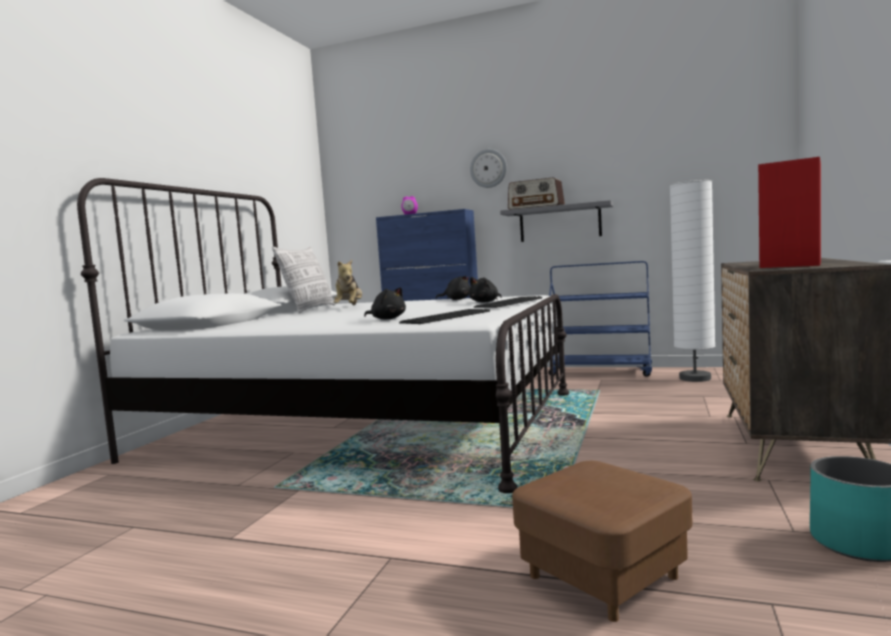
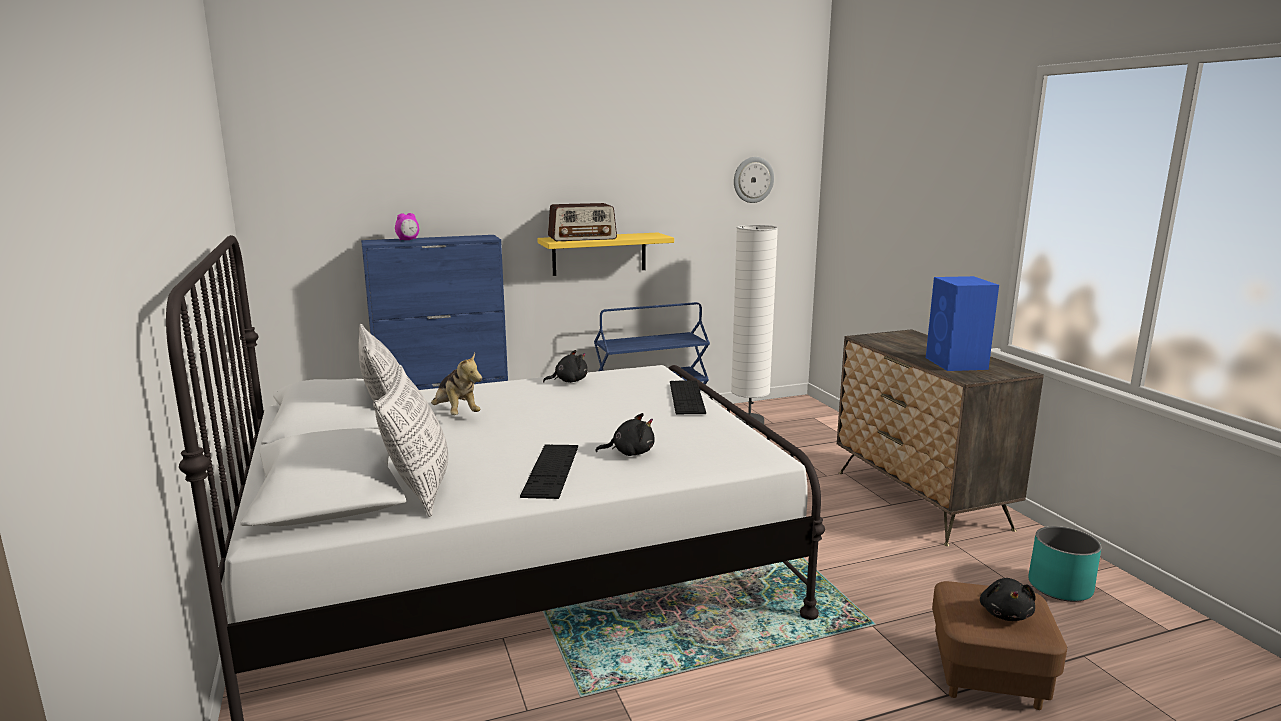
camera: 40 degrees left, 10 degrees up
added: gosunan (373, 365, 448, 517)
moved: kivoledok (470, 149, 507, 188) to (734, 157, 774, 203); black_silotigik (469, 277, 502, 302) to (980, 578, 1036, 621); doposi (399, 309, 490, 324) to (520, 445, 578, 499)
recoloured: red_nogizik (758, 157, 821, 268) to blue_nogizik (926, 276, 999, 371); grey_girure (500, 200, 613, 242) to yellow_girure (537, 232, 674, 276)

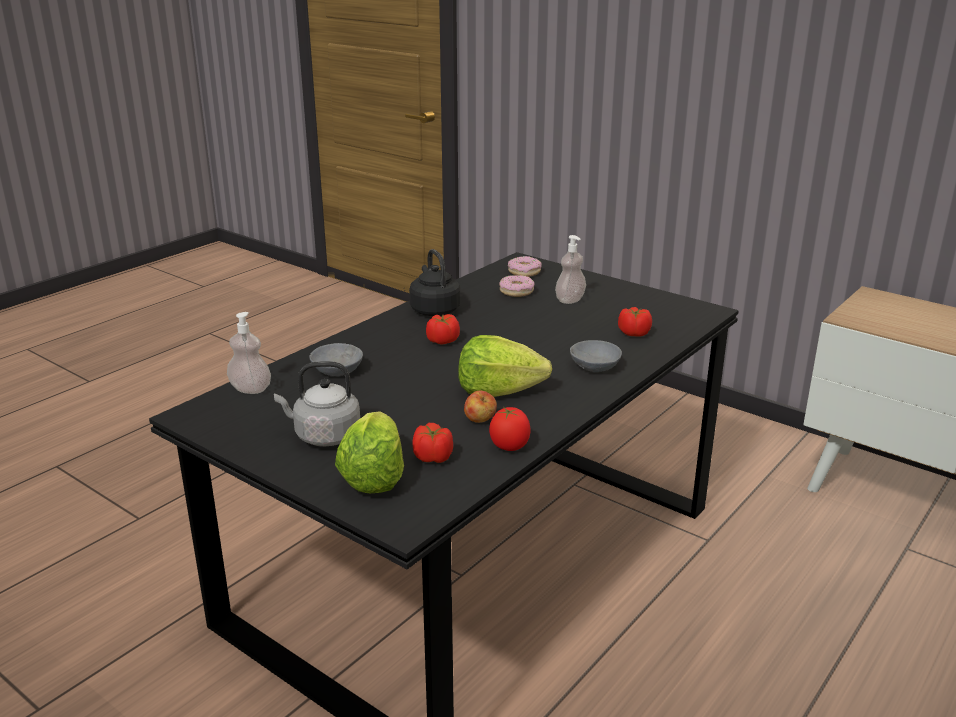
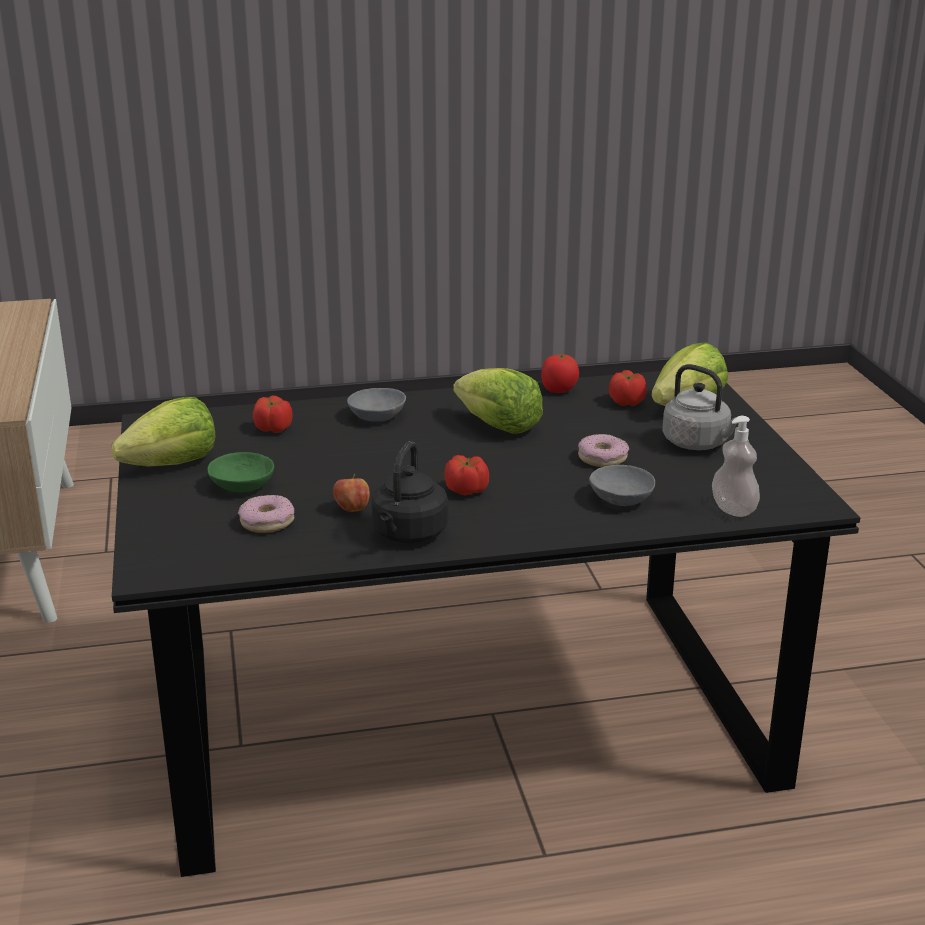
camera: 140 degrees left, 0 degrees up
added: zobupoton (112, 397, 215, 467)
moved: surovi (508, 256, 541, 277) to (578, 434, 629, 467); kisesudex (464, 391, 497, 423) to (333, 473, 370, 512)
replaced: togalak (555, 235, 586, 304) to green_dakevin (207, 452, 274, 492)

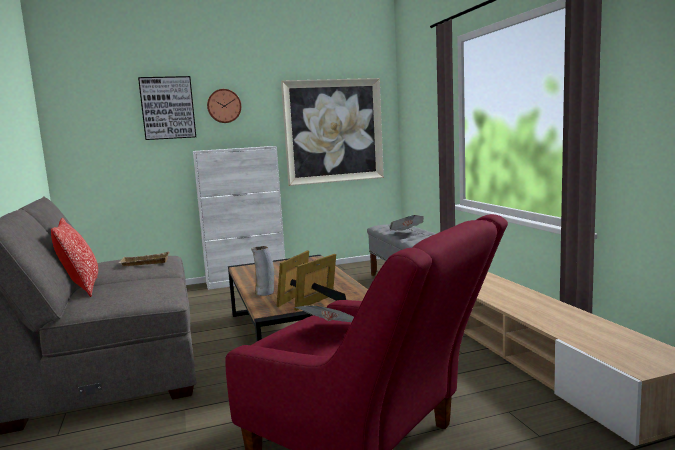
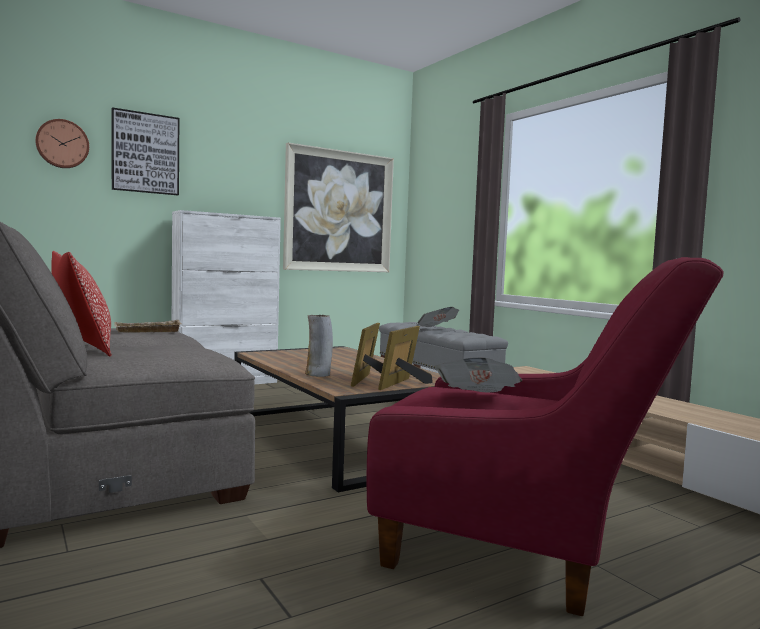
camera: 15 degrees left, 5 degrees down
moved: kivoledok (207, 89, 241, 123) to (35, 119, 89, 168)

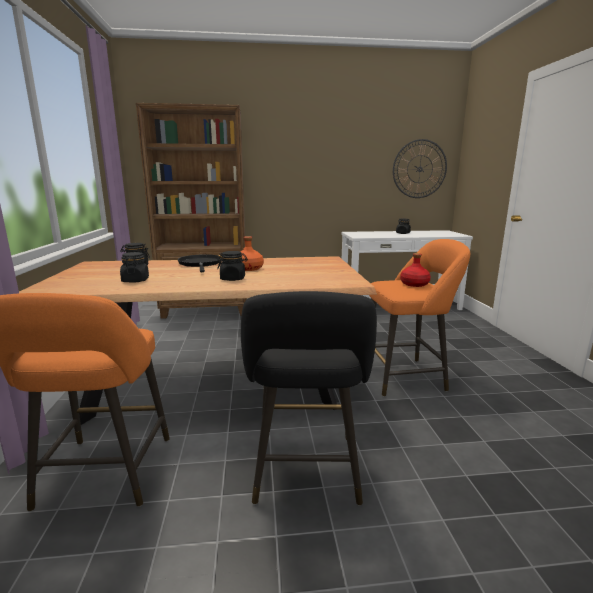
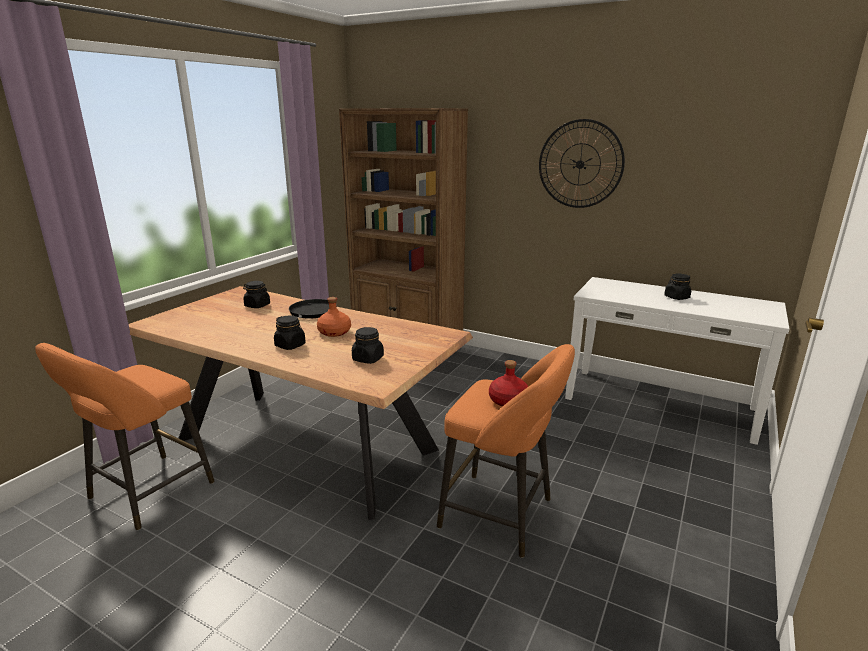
camera: 35 degrees right, 5 degrees up
removed: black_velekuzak (241, 291, 377, 506)
moved: kivoledok (393, 139, 447, 198) to (539, 119, 625, 208); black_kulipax (120, 252, 149, 283) to (352, 327, 384, 364)

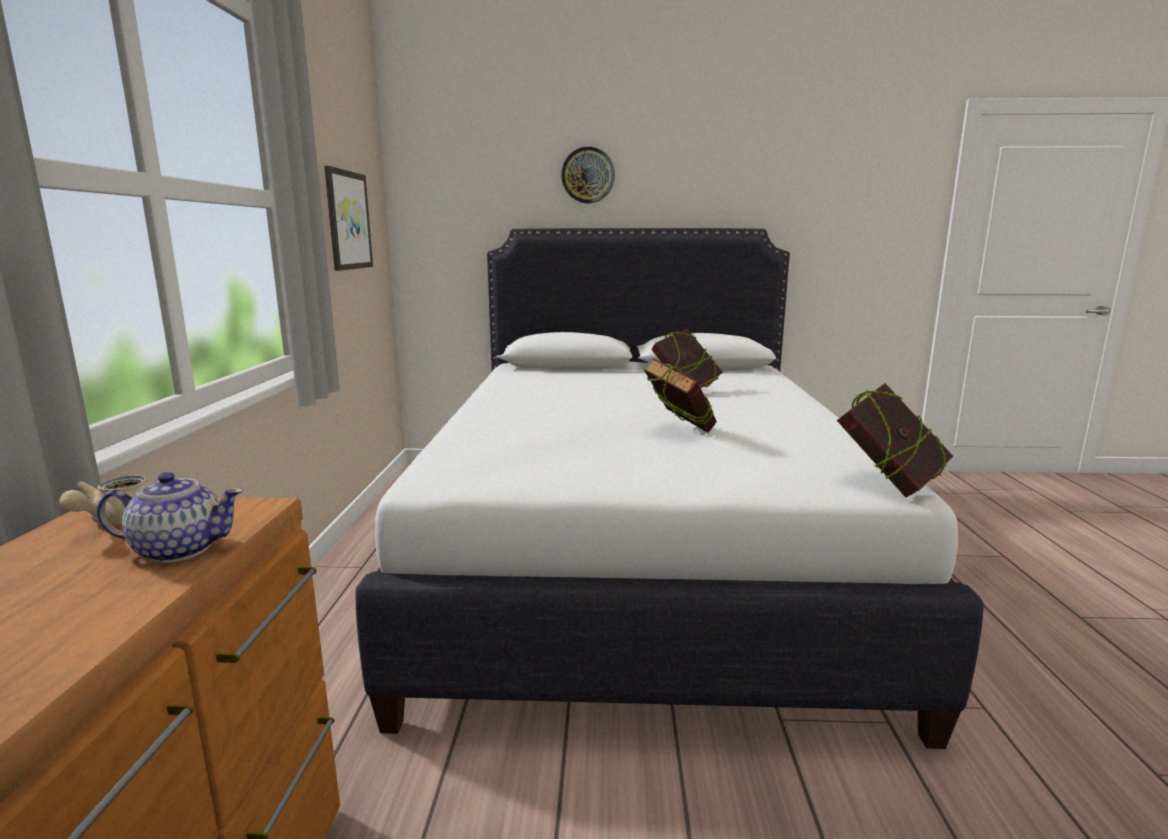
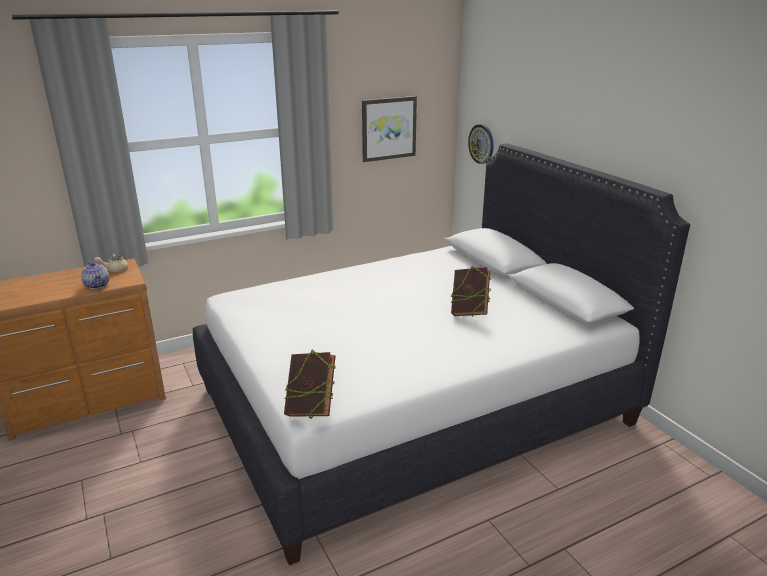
camera: 60 degrees right, 10 degrees up
removed: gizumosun (644, 358, 717, 433)
moved: kivoledok (561, 147, 615, 203) to (468, 124, 494, 164)

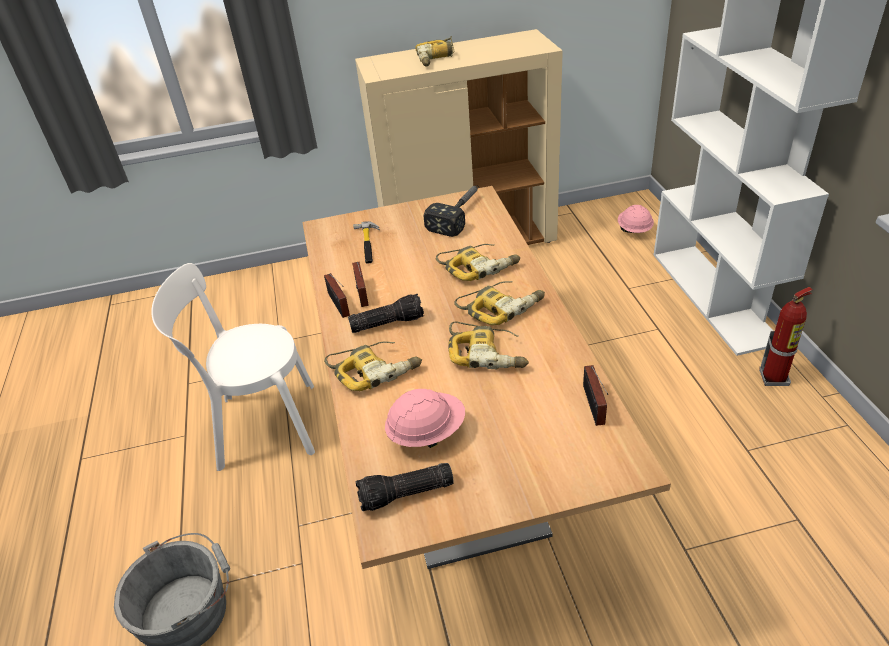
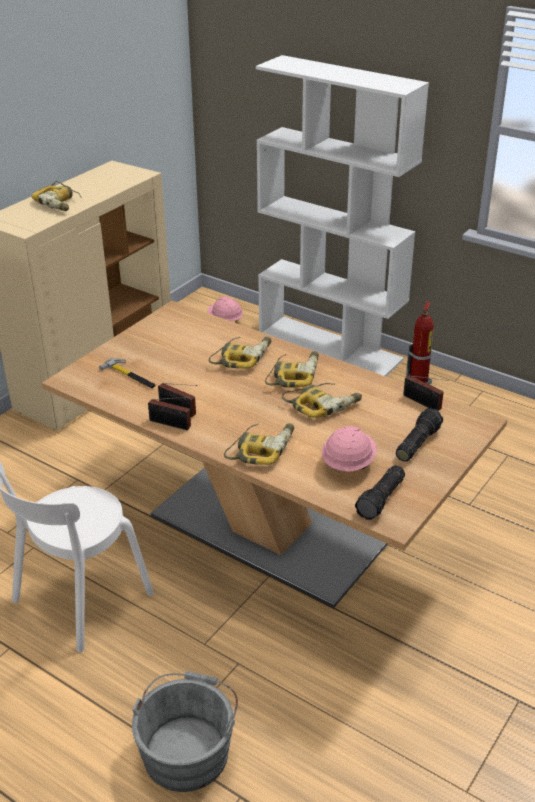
camera: 45 degrees left, 5 degrees down
removed: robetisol (423, 185, 479, 237)
moved: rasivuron (348, 294, 424, 333) to (396, 408, 443, 462)

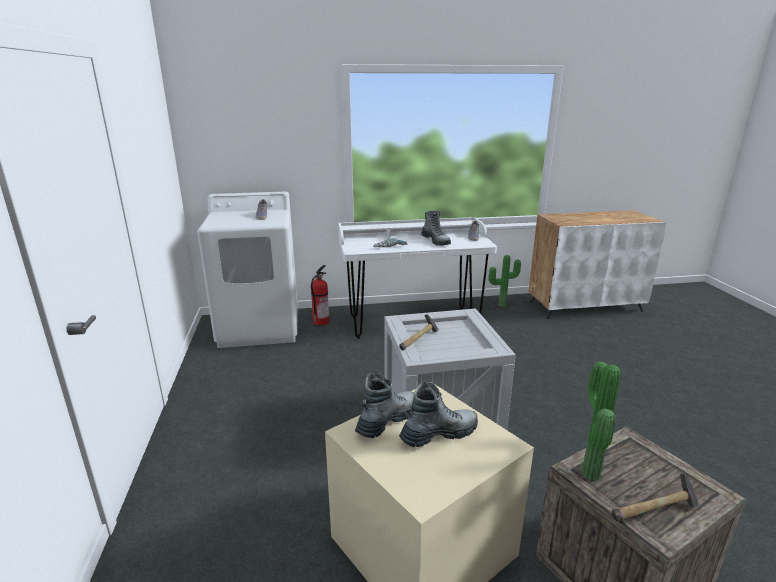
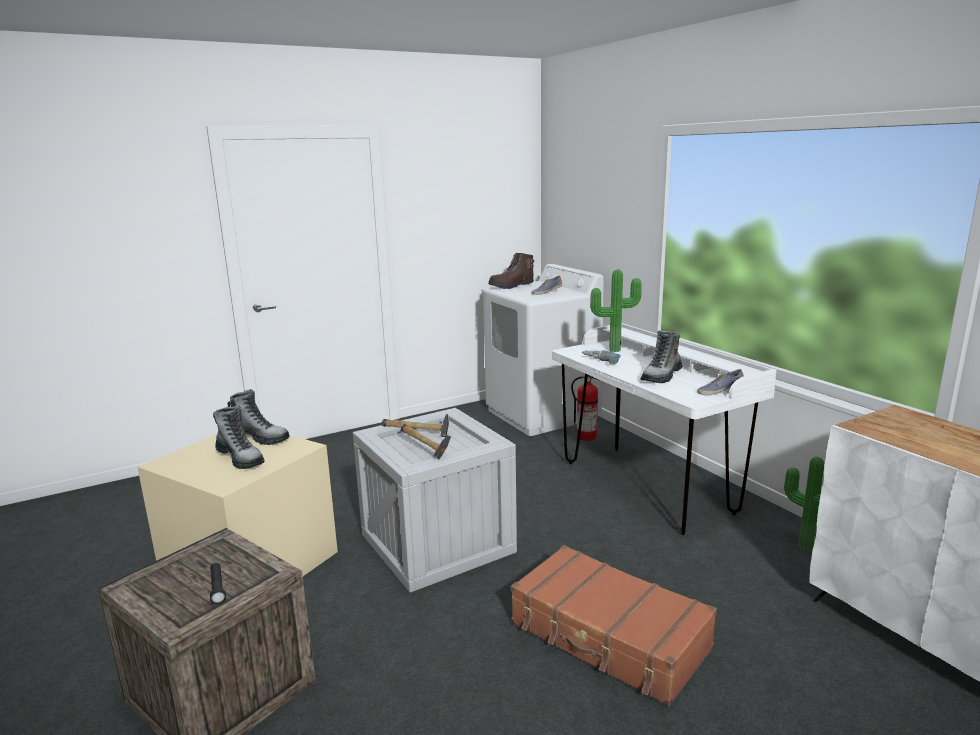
camera: 70 degrees right, 5 degrees down
added: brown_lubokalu (488, 253, 534, 289); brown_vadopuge (511, 545, 717, 706); black_rasivuron (210, 563, 226, 605)
moved: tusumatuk (582, 362, 621, 481) to (590, 269, 642, 352); robetisol (612, 473, 699, 521) to (401, 424, 451, 460)

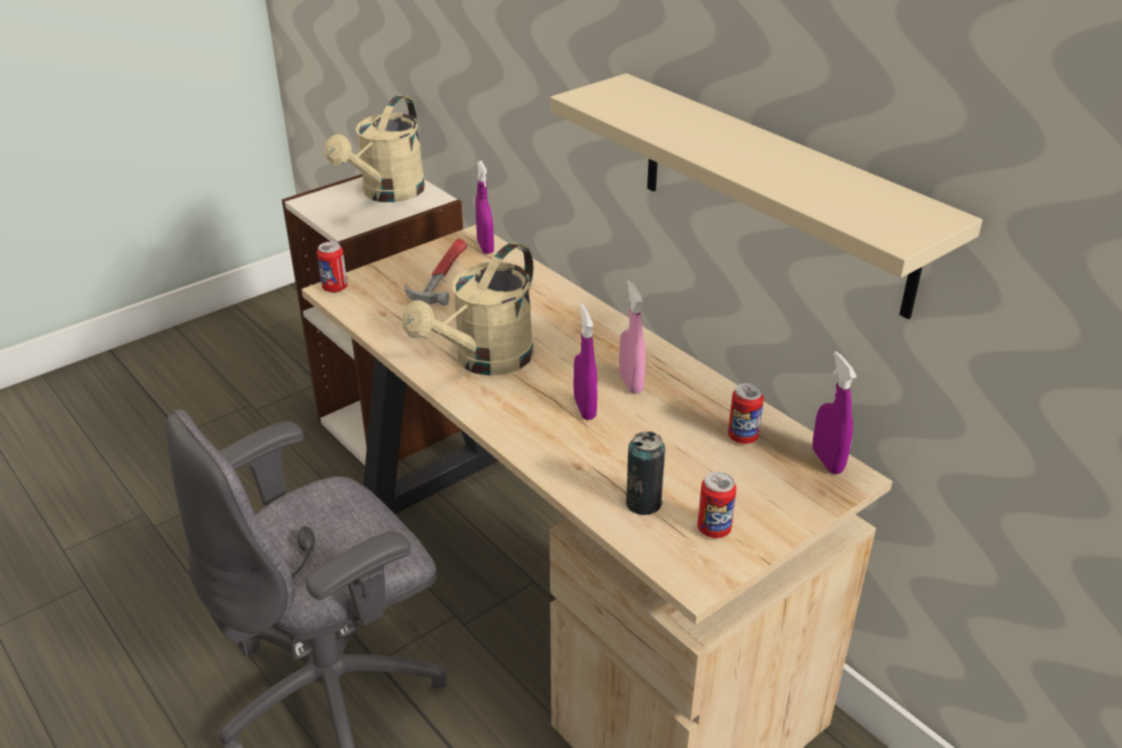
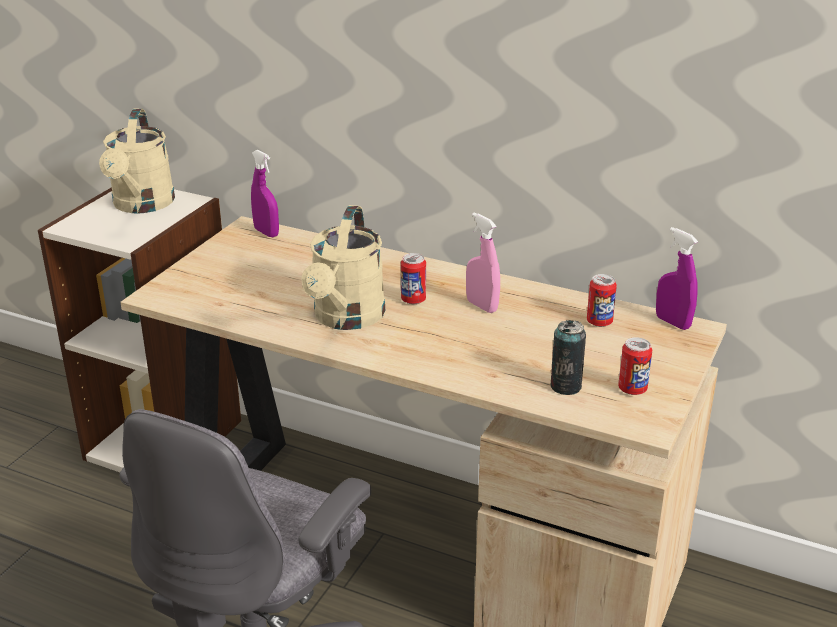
camera: 25 degrees left, 5 degrees down
removed: beige_girure (550, 73, 983, 319); robetisol (405, 239, 467, 306); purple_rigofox (574, 303, 597, 420)
moved: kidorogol (317, 242, 348, 293) to (401, 253, 426, 304)

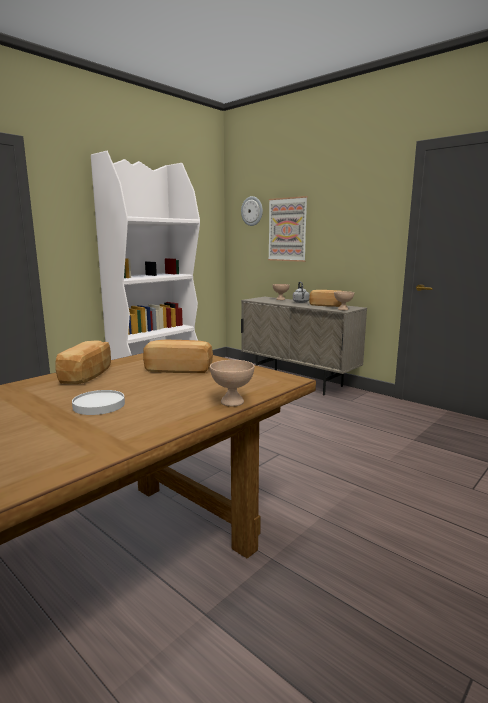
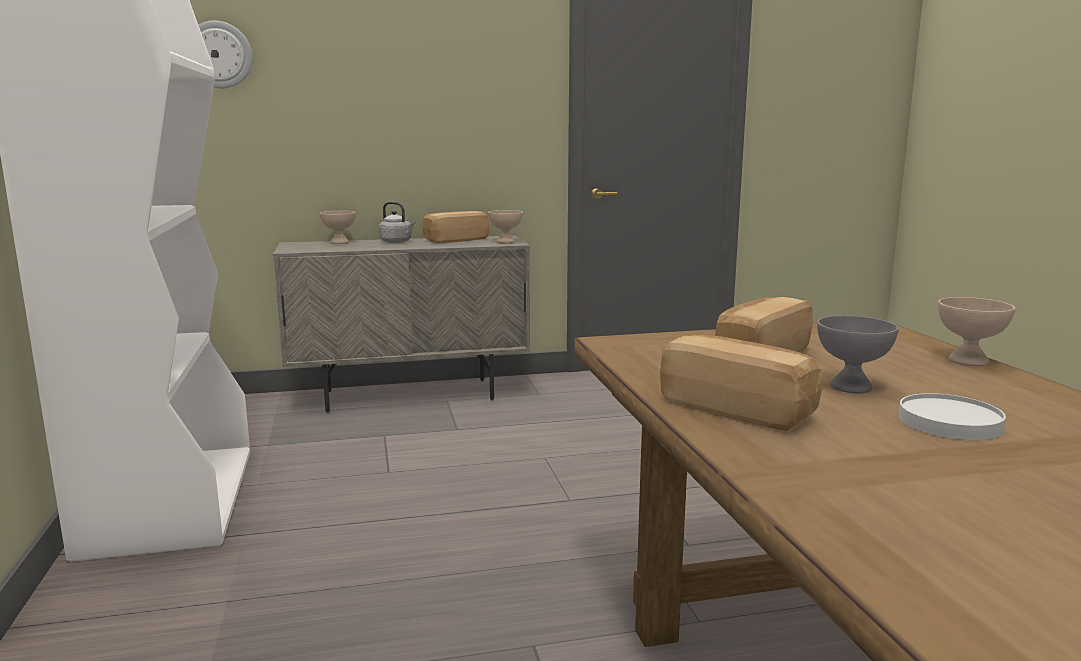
camera: 55 degrees left, 0 degrees up
removed: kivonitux (268, 196, 308, 262)
added: grey_dakevin (817, 316, 899, 393)

